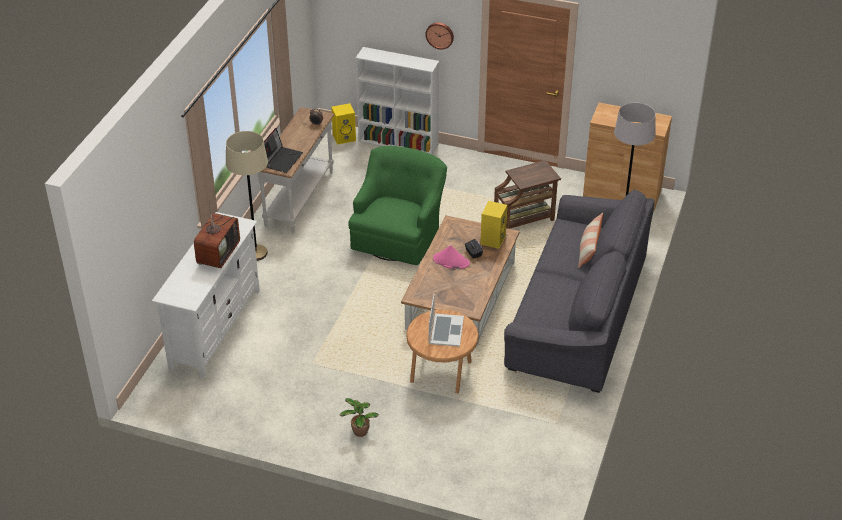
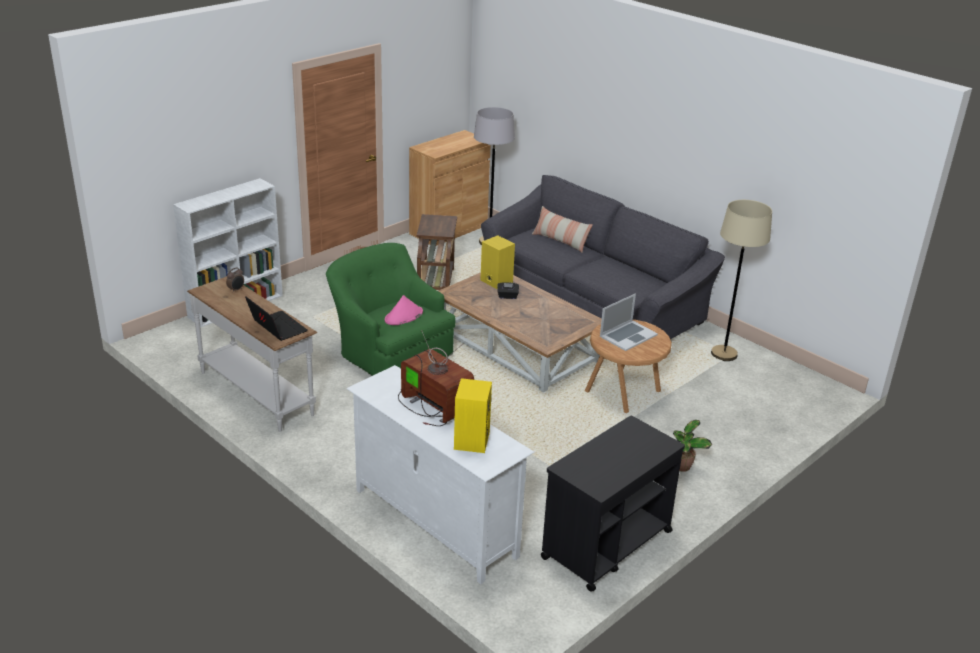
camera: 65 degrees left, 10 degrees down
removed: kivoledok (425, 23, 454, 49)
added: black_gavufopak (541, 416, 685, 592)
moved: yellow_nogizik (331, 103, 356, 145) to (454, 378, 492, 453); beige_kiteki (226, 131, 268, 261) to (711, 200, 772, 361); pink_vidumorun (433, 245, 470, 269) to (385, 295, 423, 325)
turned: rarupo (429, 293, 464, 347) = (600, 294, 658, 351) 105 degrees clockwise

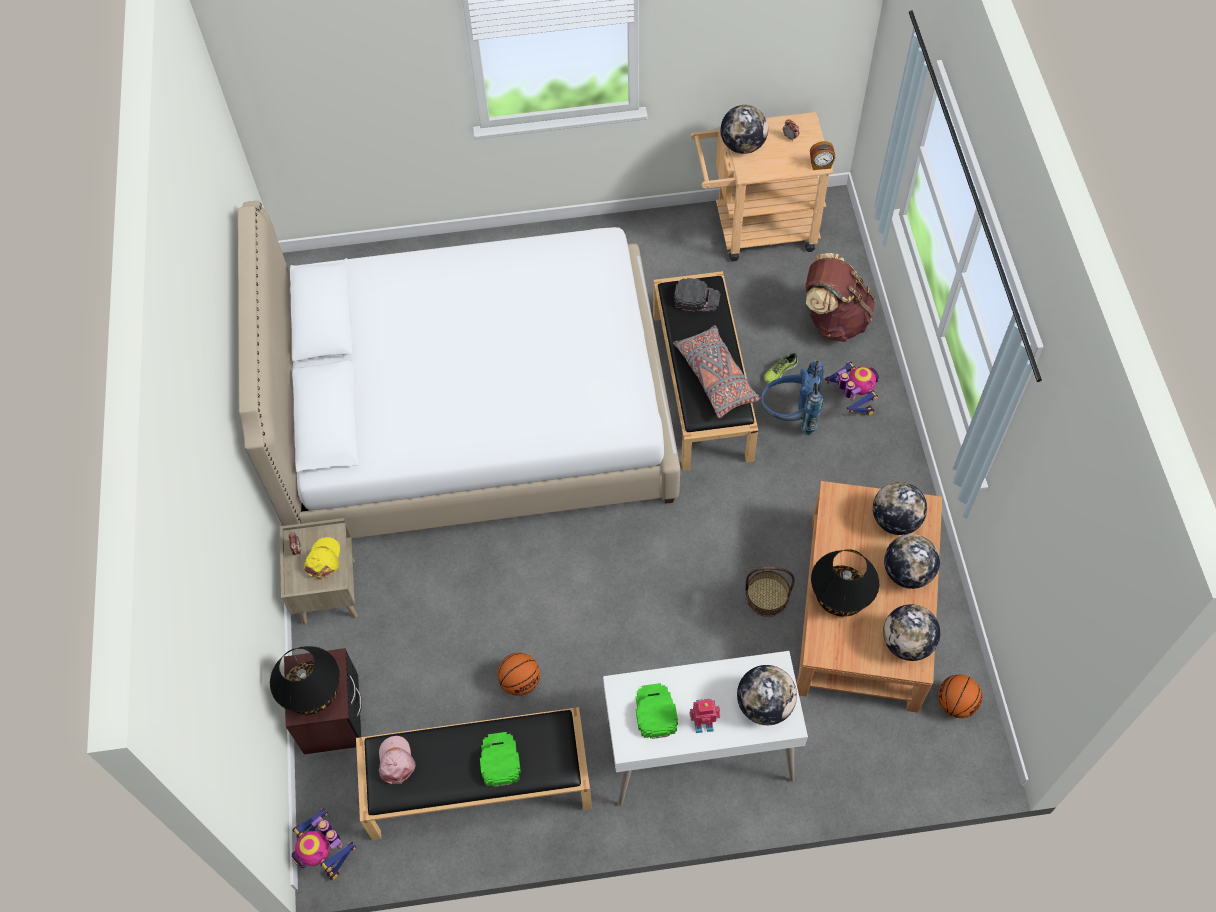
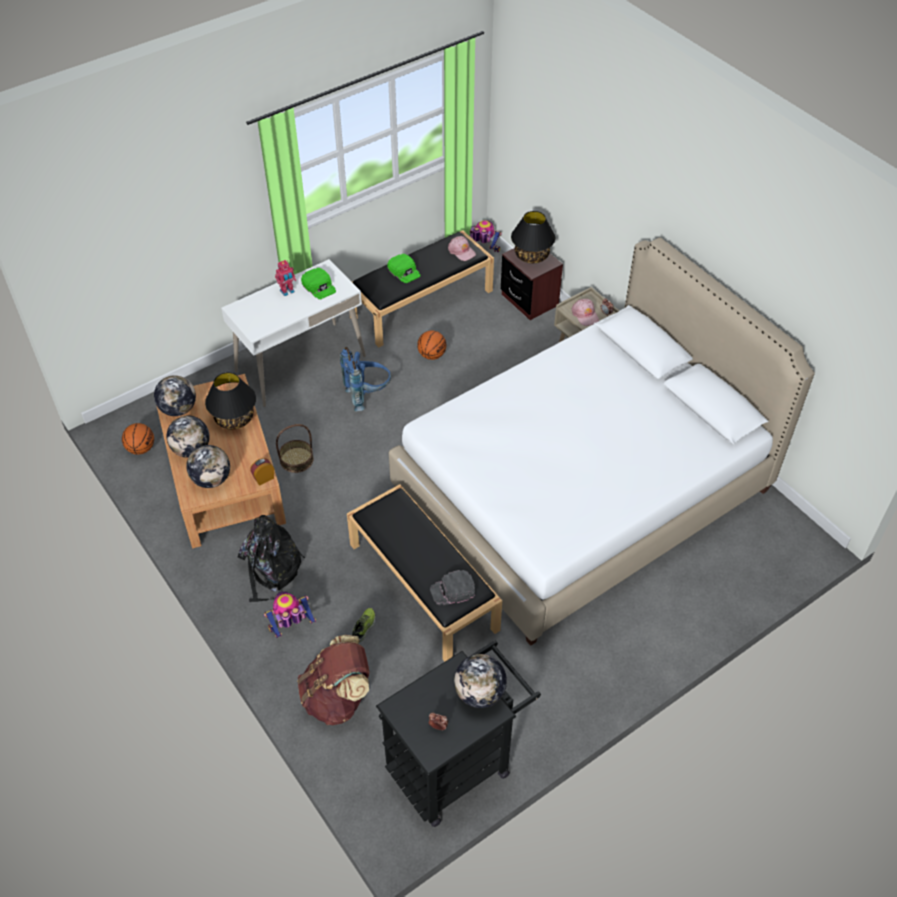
camera: 150 degrees right, 10 degrees down
removed: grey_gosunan (673, 325, 760, 418); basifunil (737, 665, 797, 725)
added: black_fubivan (238, 515, 305, 602)
moved: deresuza (810, 141, 836, 170) to (250, 458, 274, 486); blue_fubivan (761, 360, 824, 435) to (340, 347, 391, 411)
recoloured: beige_gavufopak (691, 112, 833, 261) to black_gavufopak (376, 641, 541, 827); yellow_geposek (304, 537, 340, 580) to pink_geposek (572, 299, 599, 326)
turned: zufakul (825, 361, 879, 416) = (264, 591, 316, 638) 120 degrees clockwise

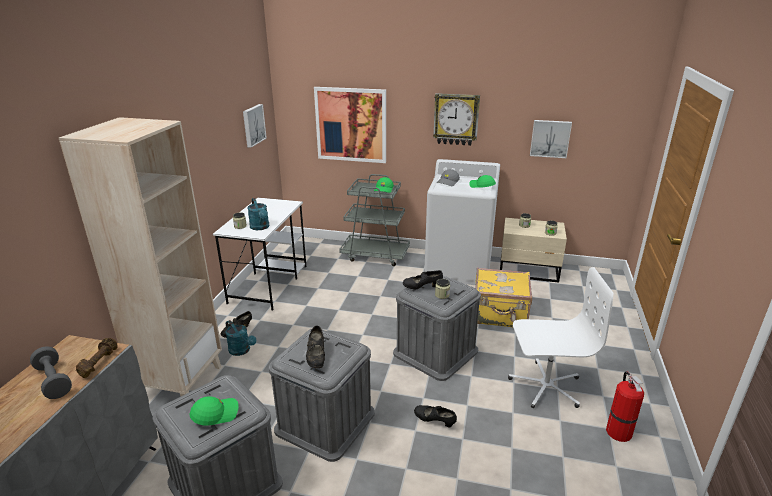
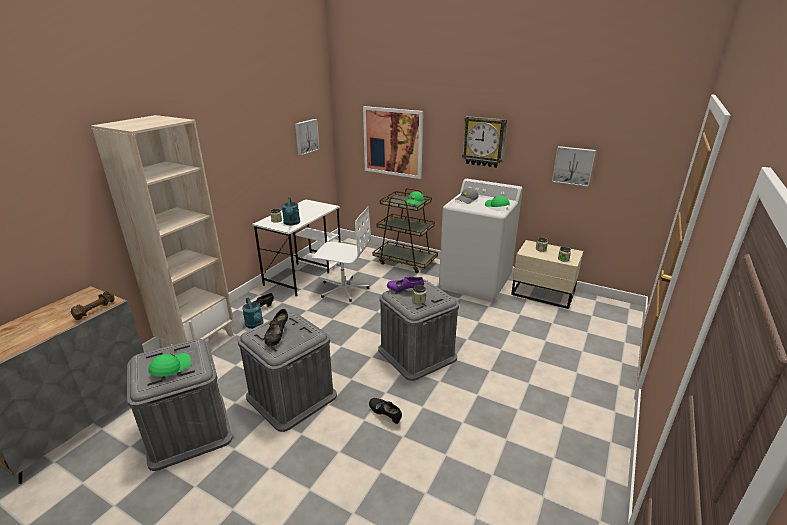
camera: 15 degrees right, 0 degrees up
removed: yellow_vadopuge (475, 268, 532, 327); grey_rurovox (30, 346, 72, 399); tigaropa (606, 371, 644, 442)
moved: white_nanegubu (508, 267, 614, 408) to (312, 206, 371, 302)
recoloured: grey_gavufopak (339, 174, 410, 266) to brown_gavufopak (373, 188, 438, 273); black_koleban (403, 270, 443, 289) to purple_koleban (387, 277, 424, 292)
turned: green_geposek (189, 396, 239, 426) = (148, 353, 191, 376) 45 degrees counterclockwise

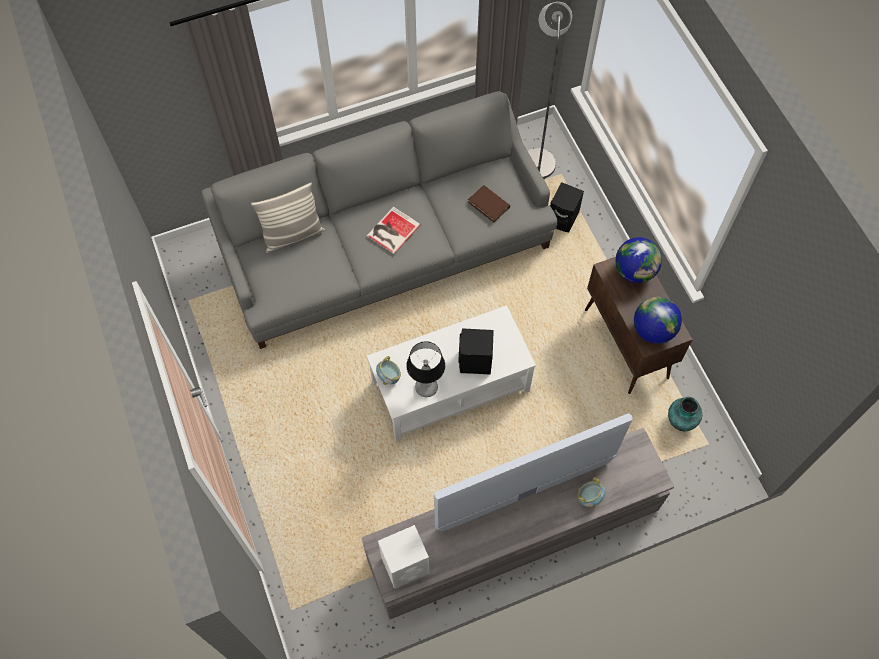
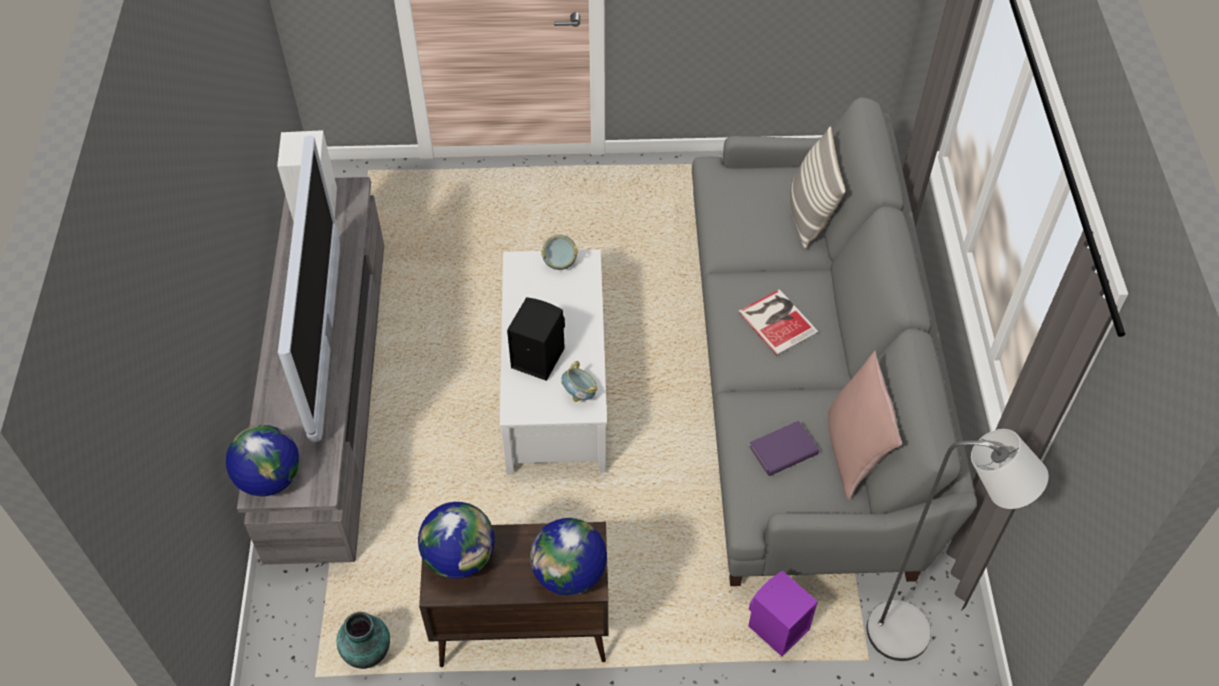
camera: 110 degrees right, 10 degrees down
removed: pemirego (406, 341, 445, 397)
added: pink_gosunan (828, 350, 902, 500); basifunil (226, 425, 300, 496)
moved: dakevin (578, 477, 605, 508) to (561, 361, 597, 402)
recoloured: black_nogizik (550, 182, 584, 232) to purple_nogizik (748, 571, 818, 657); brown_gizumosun (468, 185, 510, 222) to purple_gizumosun (749, 421, 819, 476)

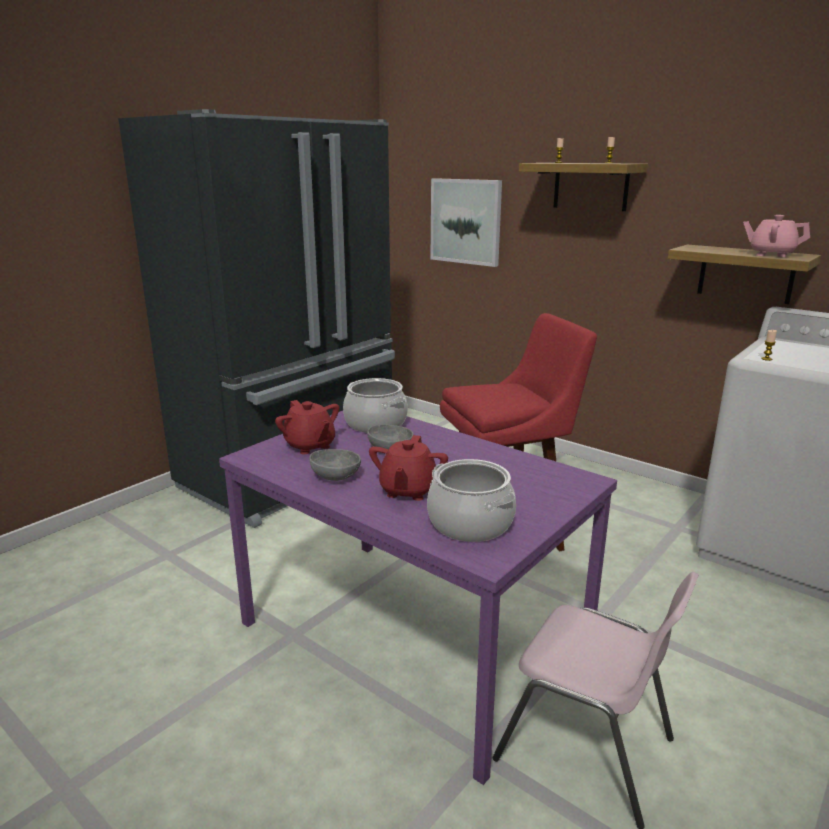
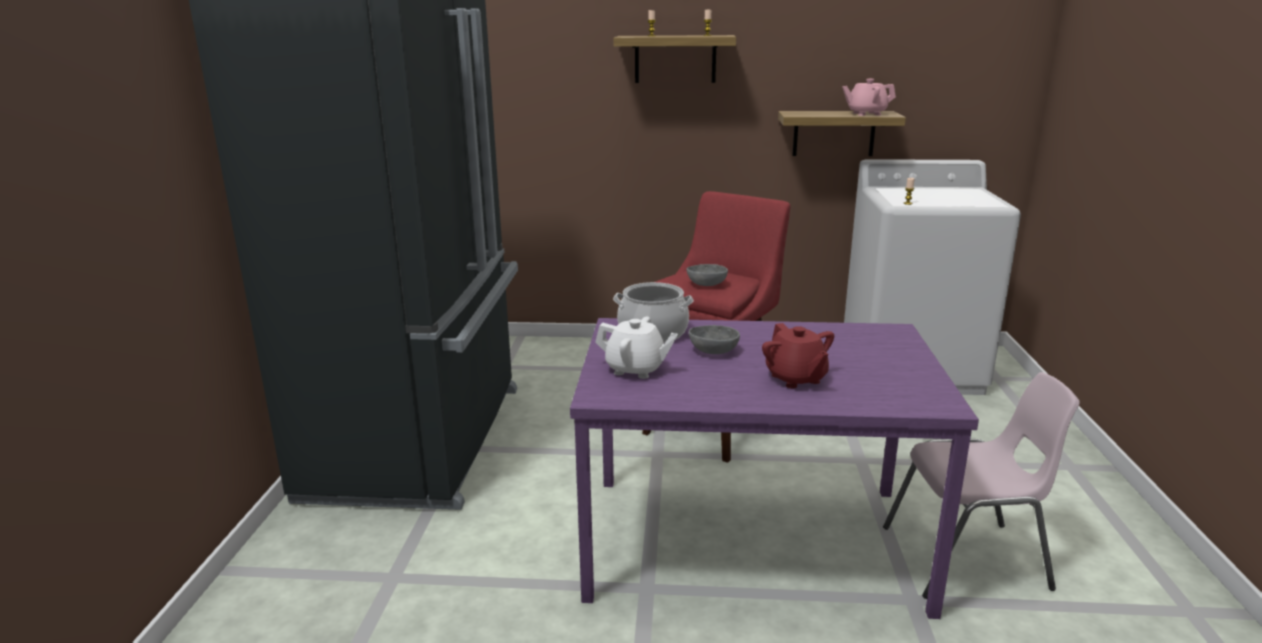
camera: 35 degrees left, 0 degrees up
removed: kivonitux (431, 178, 502, 267); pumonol (427, 459, 516, 542)
moved: grey_dakevin (309, 449, 361, 481) to (686, 264, 728, 286)
recoloured: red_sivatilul (275, 400, 339, 454) to white_sivatilul (595, 316, 678, 379)

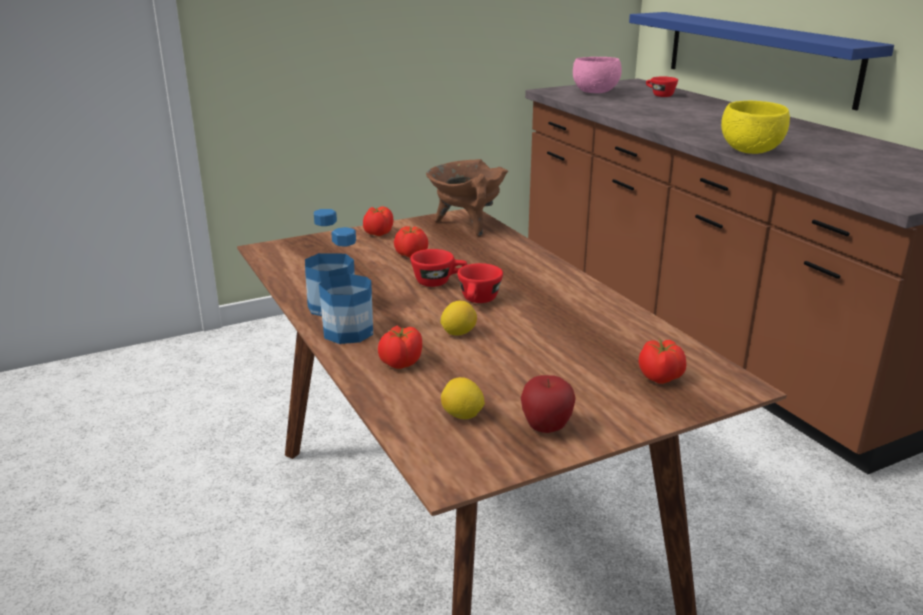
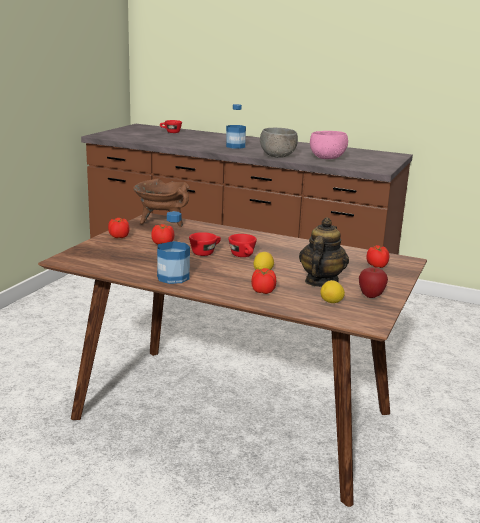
camera: 40 degrees left, 5 degrees down
removed: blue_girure (629, 12, 894, 110)
added: sivatilul (299, 217, 349, 287)
moved: pink_dakevin (573, 57, 622, 93) to (310, 131, 348, 159); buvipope (319, 227, 373, 344) to (226, 104, 246, 149)
recoloured: yellow_dakevin (721, 101, 790, 154) to grey_dakevin (260, 128, 298, 158)

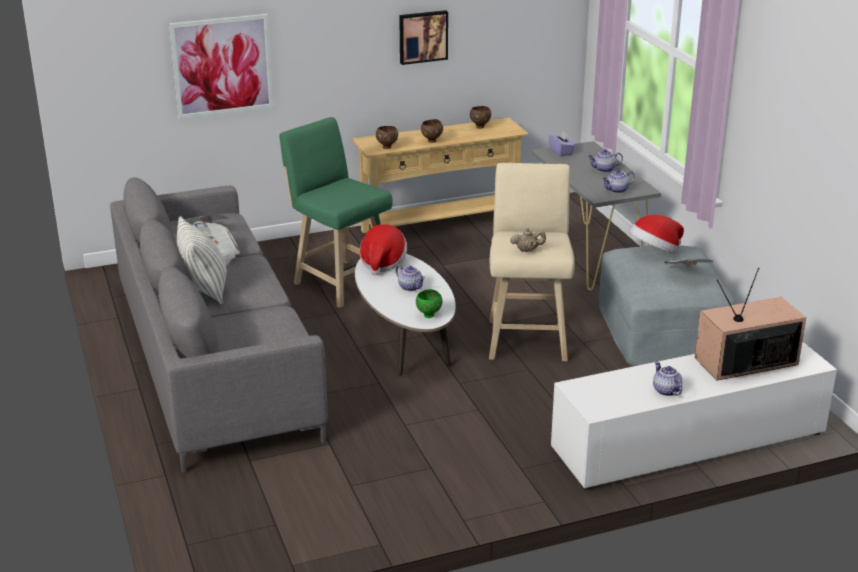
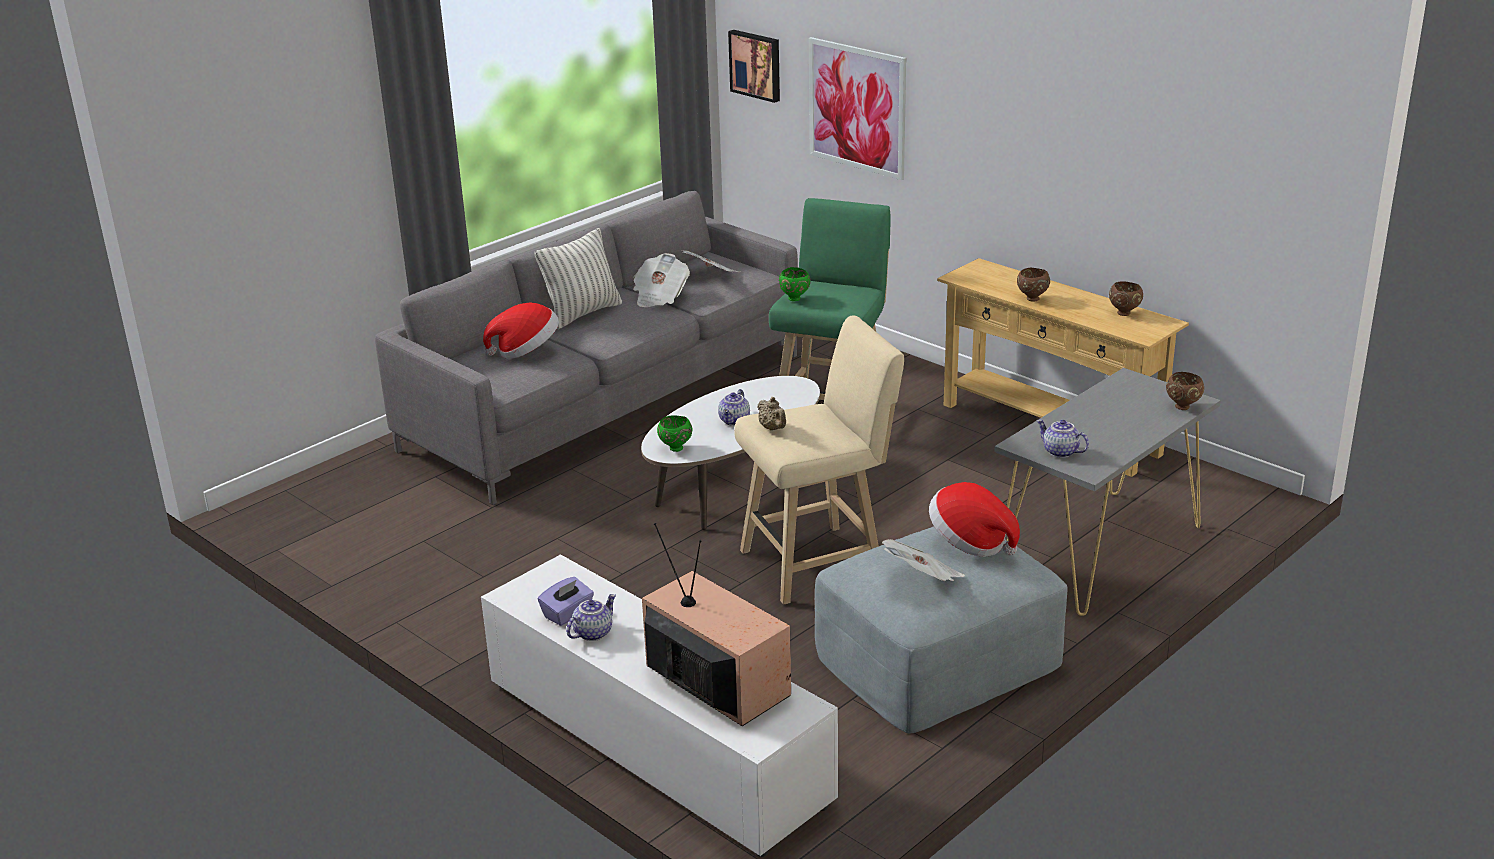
camera: 65 degrees right, 0 degrees up
removed: sivatilul (587, 149, 623, 172)
added: green_dakevin (779, 267, 811, 301)
moved: kivonitux (399, 10, 448, 65) to (728, 30, 780, 103); brown_dakevin (376, 126, 398, 149) to (1166, 372, 1204, 410); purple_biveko (549, 131, 575, 156) to (538, 577, 594, 626); vidumorun (360, 224, 407, 275) to (483, 302, 559, 359)

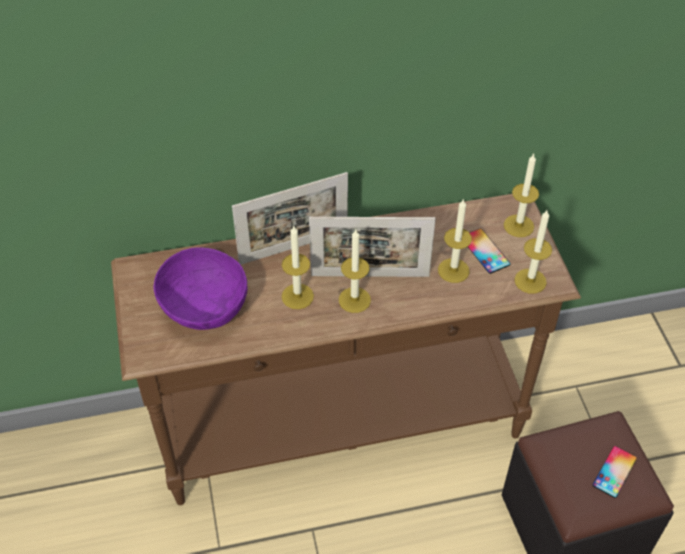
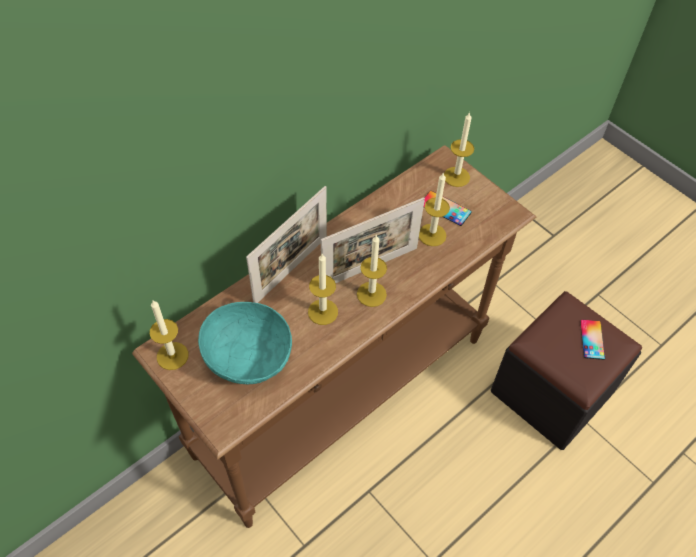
camera: 30 degrees left, 5 degrees up
moved: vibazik (514, 210, 552, 293) to (150, 300, 188, 370)
recoloured: purple_dakevin (153, 247, 247, 330) to turquoise_dakevin (198, 302, 292, 385)

